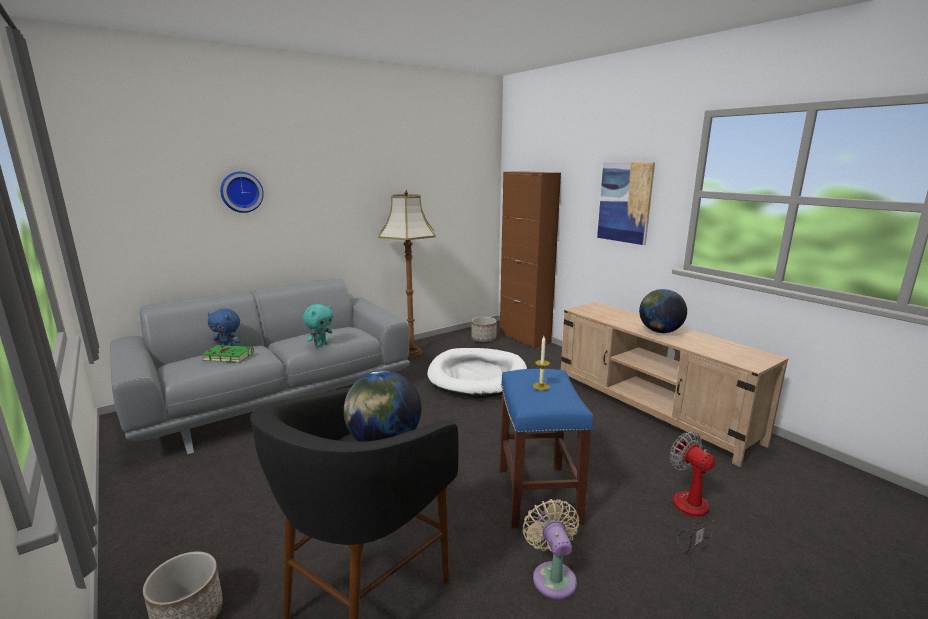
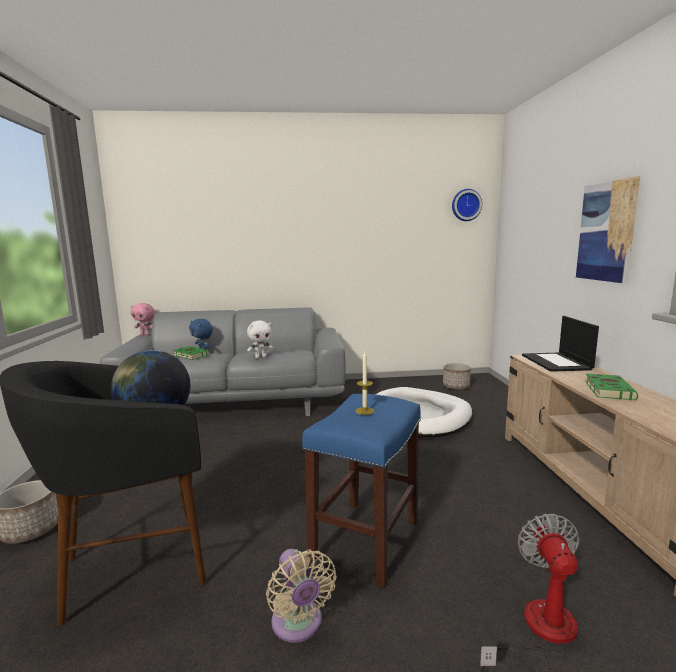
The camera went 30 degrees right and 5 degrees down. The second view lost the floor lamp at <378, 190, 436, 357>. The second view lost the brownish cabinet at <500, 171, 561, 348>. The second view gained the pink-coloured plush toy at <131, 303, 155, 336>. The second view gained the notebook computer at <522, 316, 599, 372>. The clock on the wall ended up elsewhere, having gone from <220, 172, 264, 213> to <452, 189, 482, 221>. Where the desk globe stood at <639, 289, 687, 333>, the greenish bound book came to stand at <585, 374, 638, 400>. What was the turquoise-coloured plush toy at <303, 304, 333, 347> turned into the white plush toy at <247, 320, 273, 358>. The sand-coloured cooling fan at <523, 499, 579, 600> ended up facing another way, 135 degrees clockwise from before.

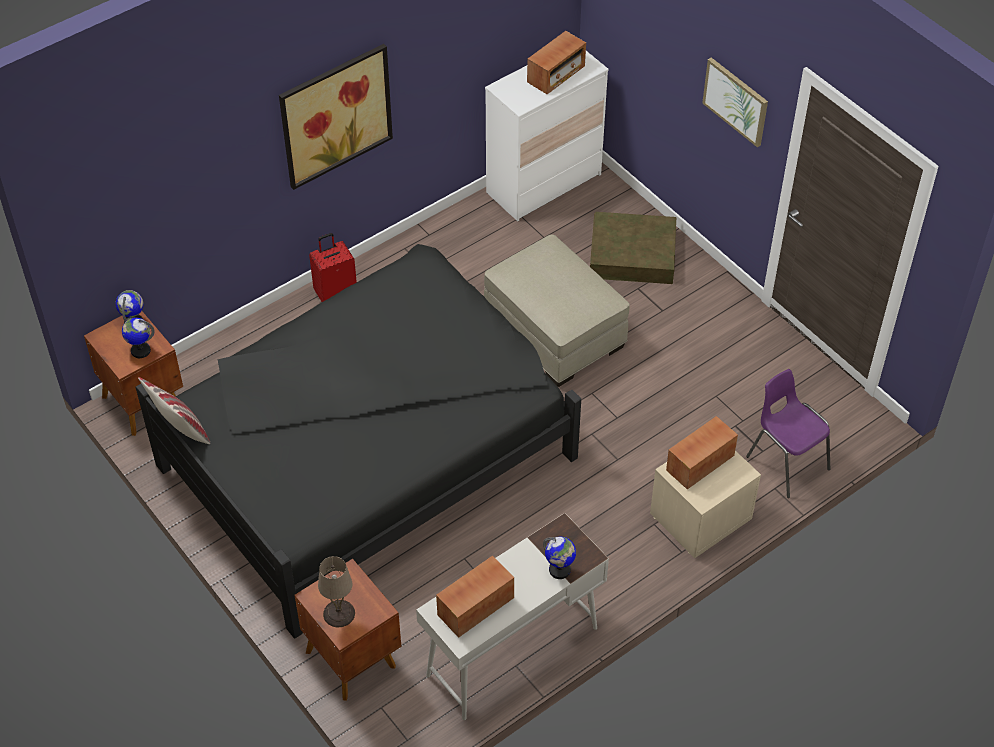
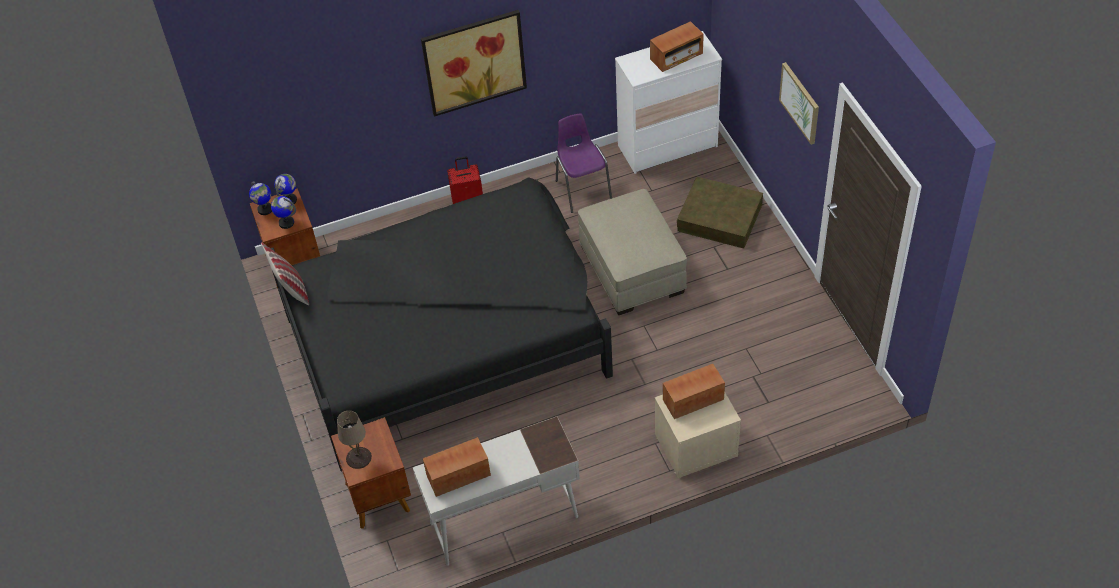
The camera went 20 degrees right and 0 degrees up. The desk globe ended up elsewhere, having gone from <543, 537, 576, 579> to <249, 181, 272, 215>. The purplish plain chair ended up elsewhere, having gone from <746, 369, 830, 498> to <556, 113, 612, 213>.

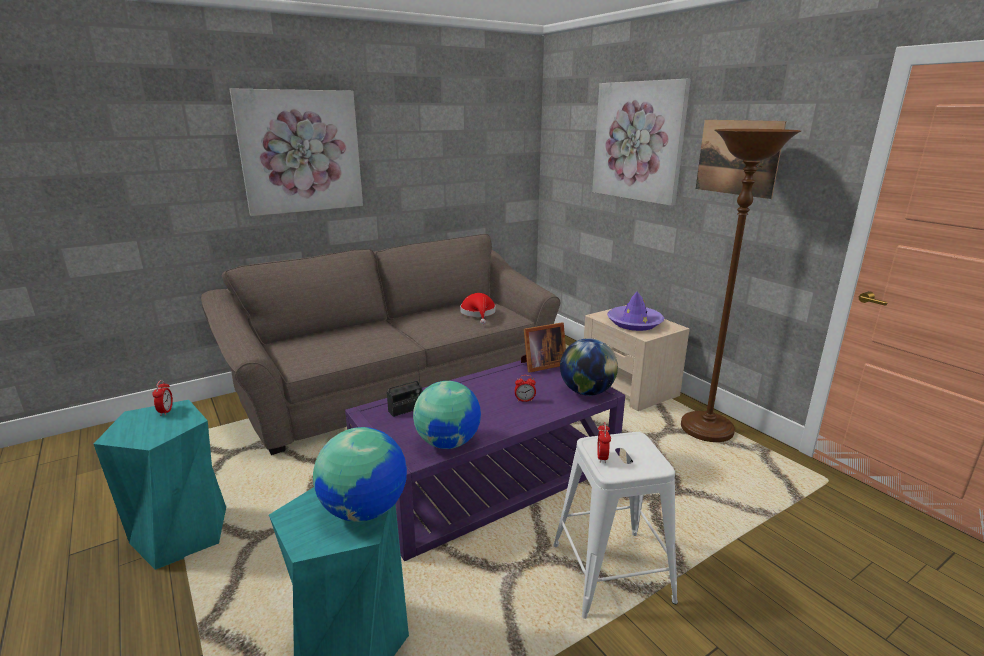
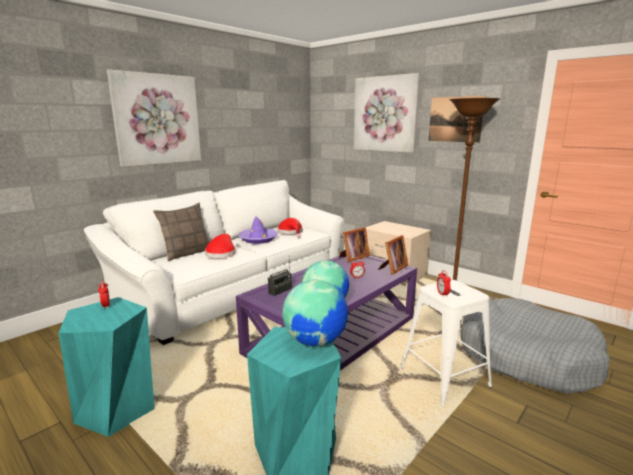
The camera went 15 degrees left and 5 degrees down. The second view gained the pillow at <153, 203, 209, 261>. The second view gained the reddish clothing hat at <205, 234, 236, 258>. The second view gained the gray pet bed at <460, 298, 610, 394>. The purplish clothing hat ended up elsewhere, having gone from <607, 292, 664, 331> to <238, 216, 278, 244>. Where the desk globe stood at <560, 338, 618, 396>, the photo frame came to stand at <378, 235, 408, 274>. What was the brownish settee at <201, 234, 560, 455> turned into the white settee at <84, 180, 344, 345>.

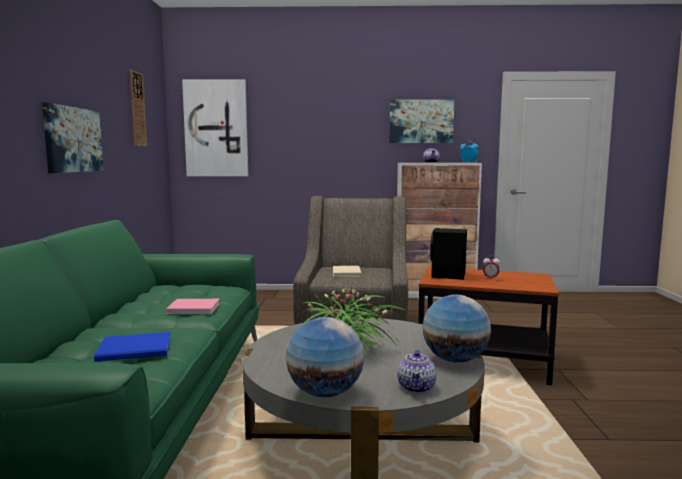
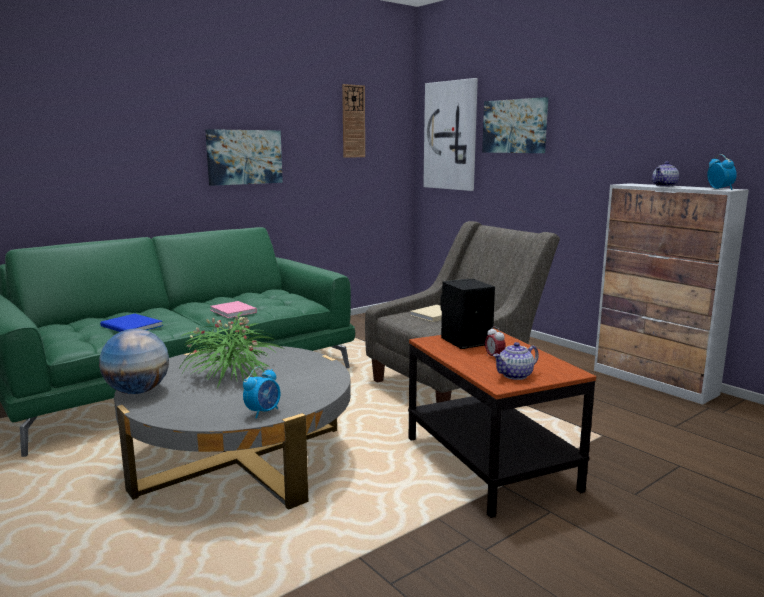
The camera went 50 degrees right and 5 degrees up. The picture ended up elsewhere, having gone from <389, 99, 454, 143> to <482, 97, 548, 153>. The teapot ended up elsewhere, having gone from <397, 350, 437, 393> to <493, 342, 539, 380>. Where the desk globe stood at <423, 294, 491, 362>, the bedside clock came to stand at <243, 367, 280, 419>.

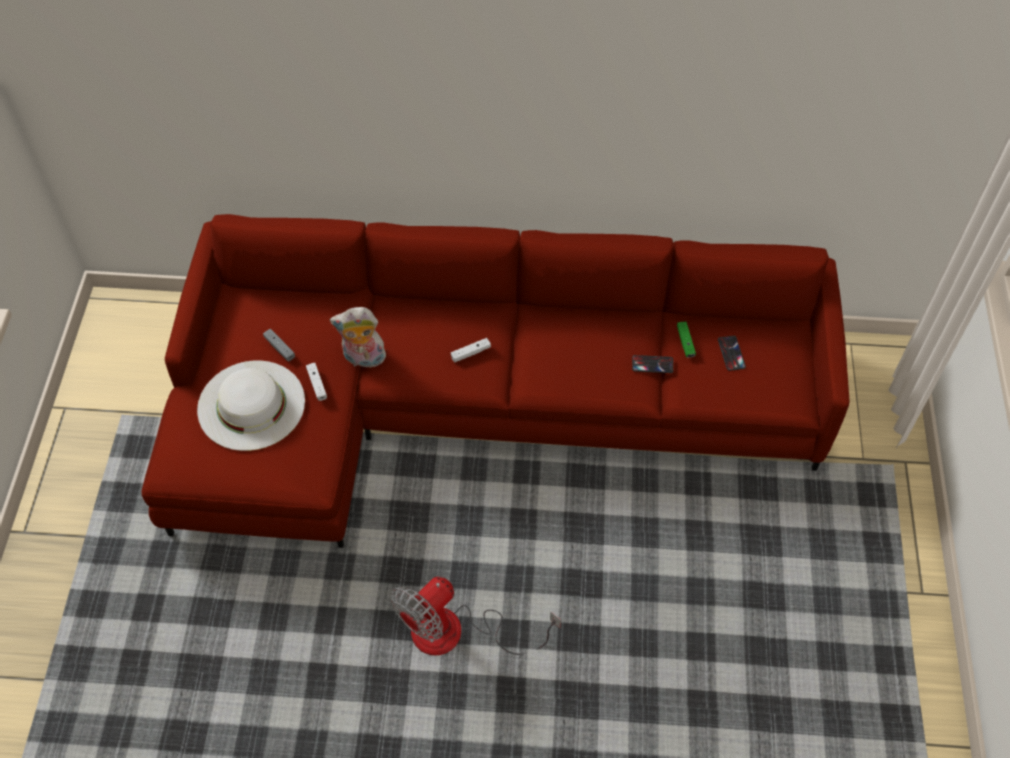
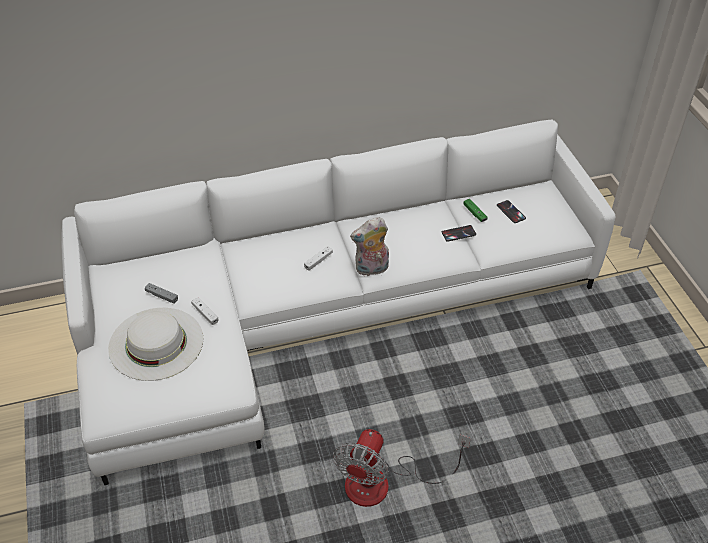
The camera went 20 degrees left and 10 degrees down. The plush toy ended up elsewhere, having gone from <330, 307, 386, 368> to <350, 217, 389, 276>. What was the reddish settee at <141, 214, 850, 548> turned into the white settee at <62, 120, 616, 485>.

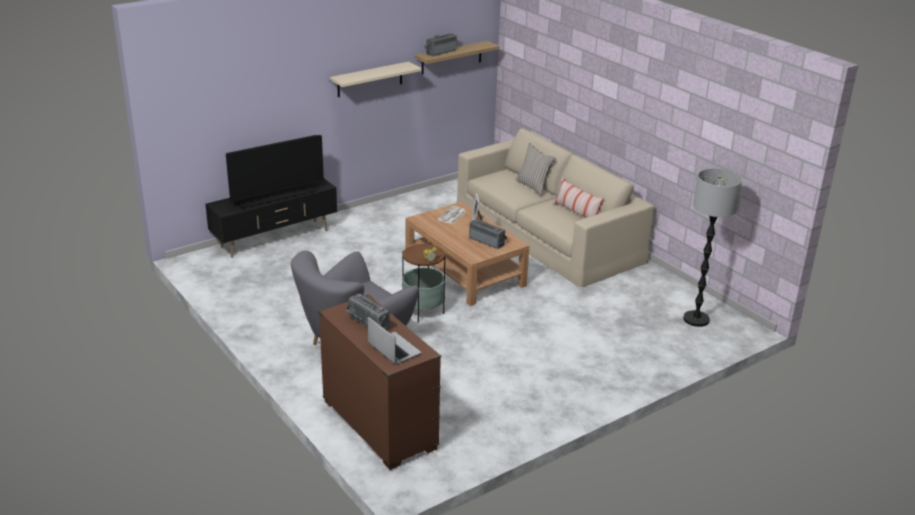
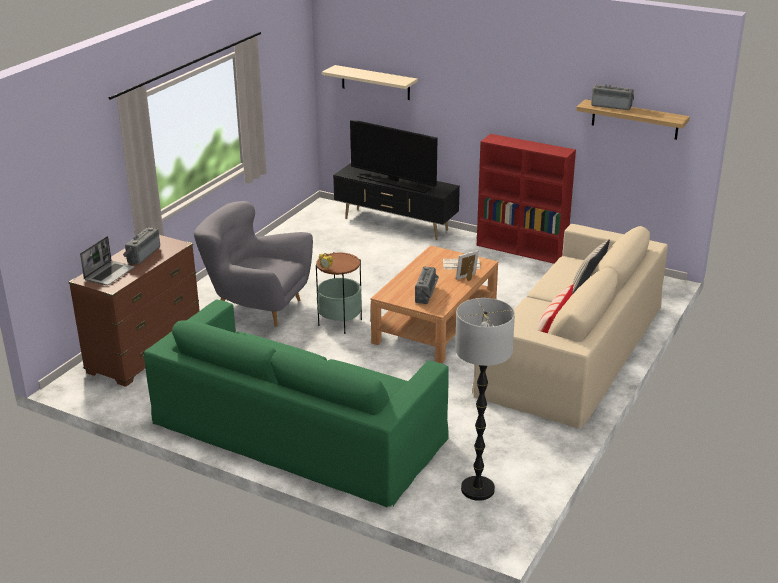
The camera went 65 degrees right and 0 degrees up. The second view gained the greenish settee at <144, 300, 449, 507>. The second view gained the reddish shelving unit at <477, 134, 576, 264>. The sand-coloured bracket shelf ended up elsewhere, having gone from <330, 62, 422, 97> to <322, 65, 418, 100>.

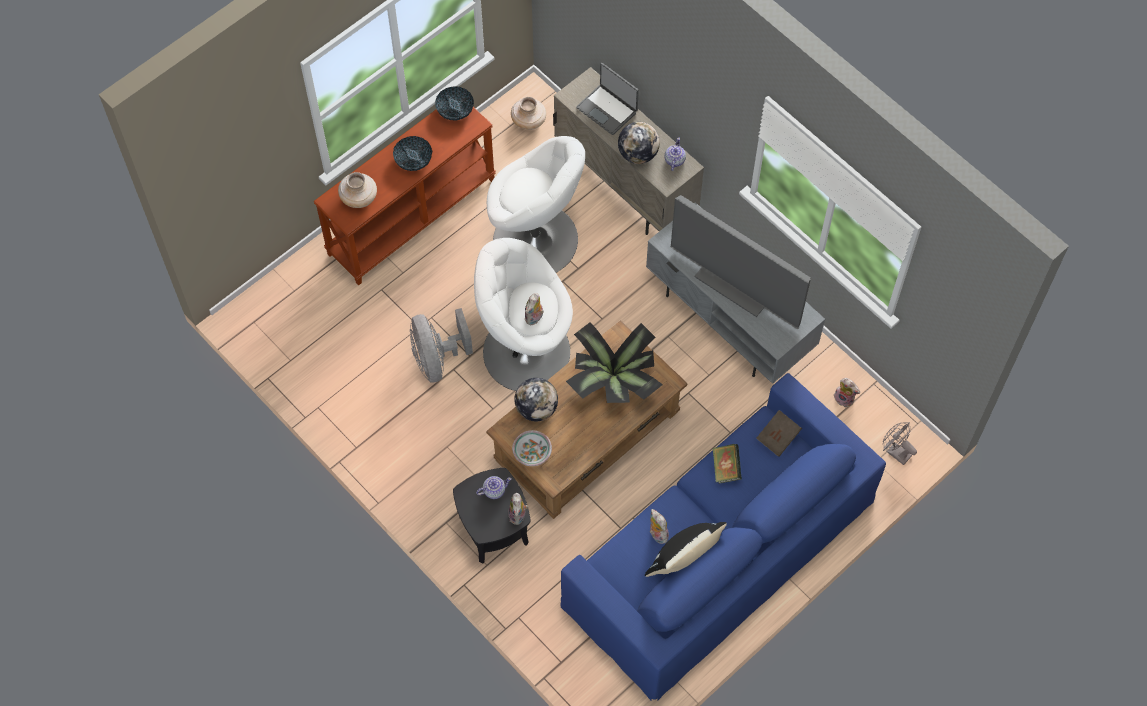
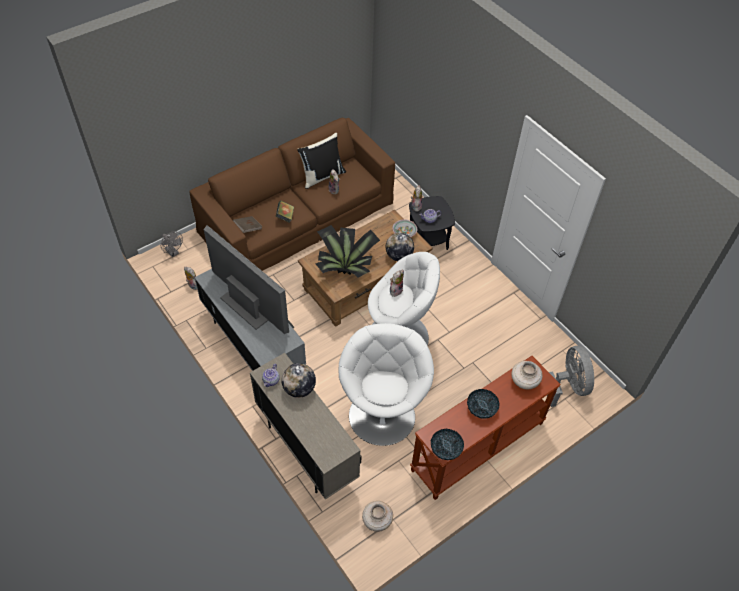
The camera went 175 degrees left and 10 degrees down. The second view lost the notebook computer at <576, 63, 639, 135>. The gray cooling fan ended up elsewhere, having gone from <410, 308, 473, 382> to <547, 346, 594, 407>. What was the bluish settee at <561, 373, 886, 701> turned into the brownish settee at <189, 118, 395, 271>. The white easy chair at <487, 136, 585, 273> ended up facing another way, 60 degrees clockwise from before.

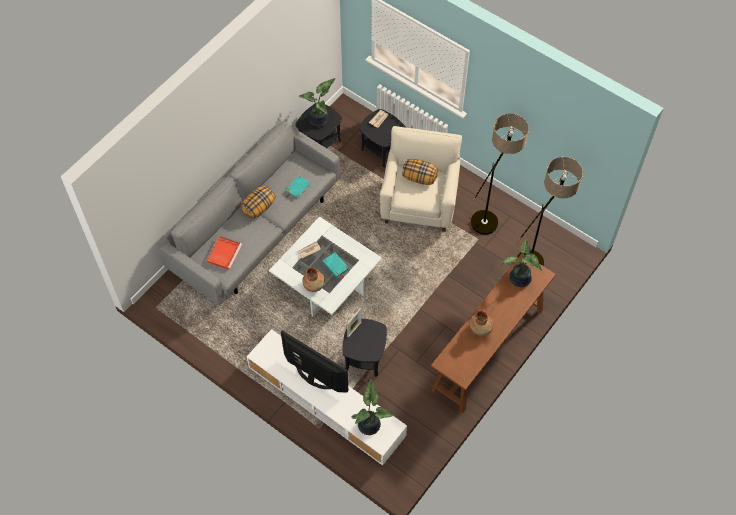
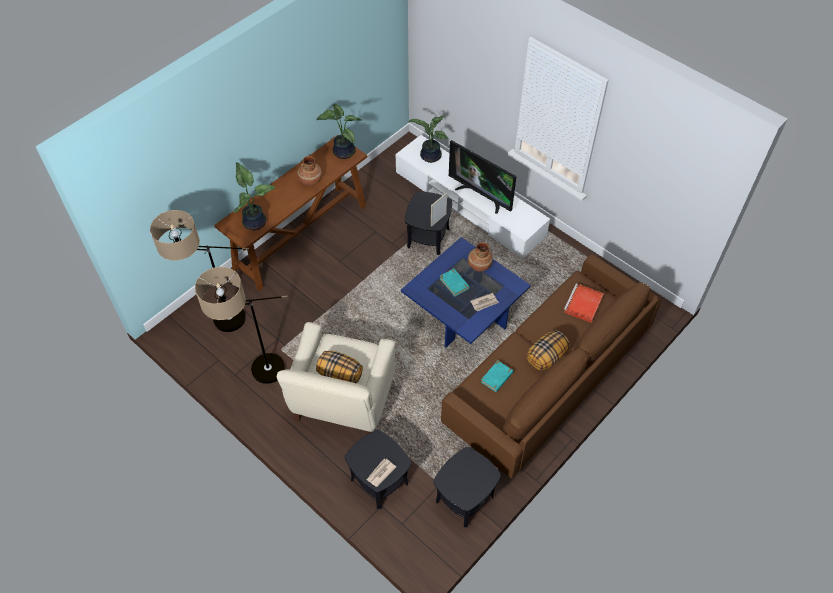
The camera went 175 degrees left and 5 degrees down. The houseplant ended up elsewhere, having gone from <299, 78, 336, 127> to <316, 104, 362, 159>. What was the gray settee at <160, 121, 340, 305> turned into the brownish settee at <441, 255, 661, 478>. What was the white coffee table at <269, 216, 382, 316> turned into the bluish coffee table at <401, 237, 531, 348>.

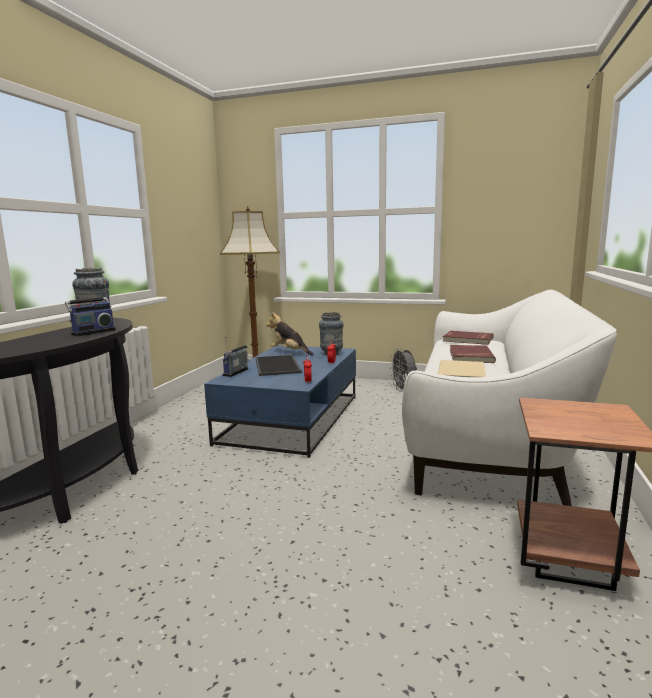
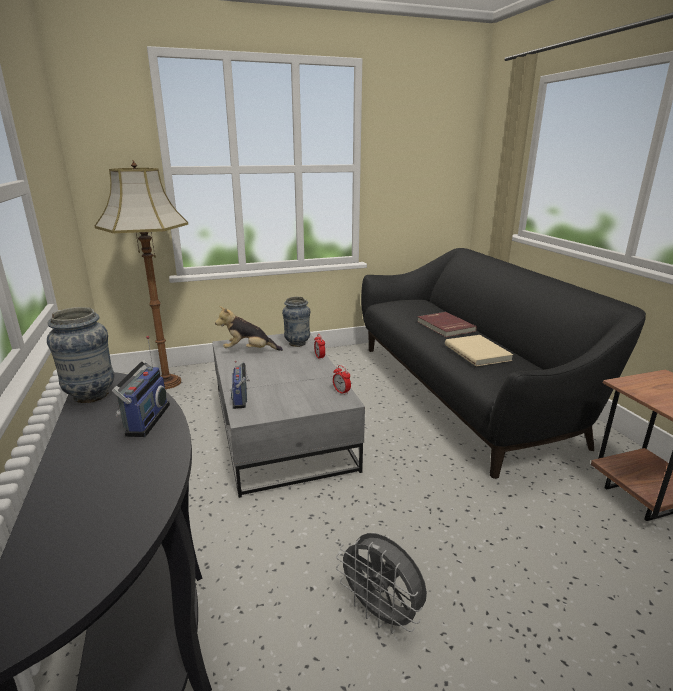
The camera went 35 degrees left and 10 degrees up. The second view lost the serving tray at <255, 355, 302, 376>. The second view lost the reddish bound book at <443, 331, 494, 345>. The gray cooling fan ended up elsewhere, having gone from <390, 348, 417, 390> to <336, 533, 427, 634>. What was the bluish coffee table at <204, 345, 356, 458> turned into the gray coffee table at <212, 334, 365, 498>. What was the white settee at <402, 290, 617, 506> turned into the black settee at <361, 248, 646, 479>.

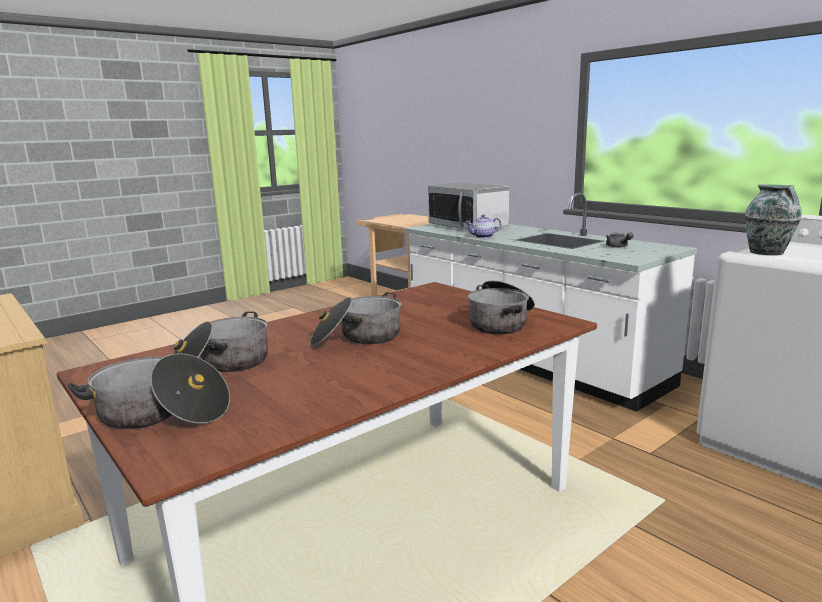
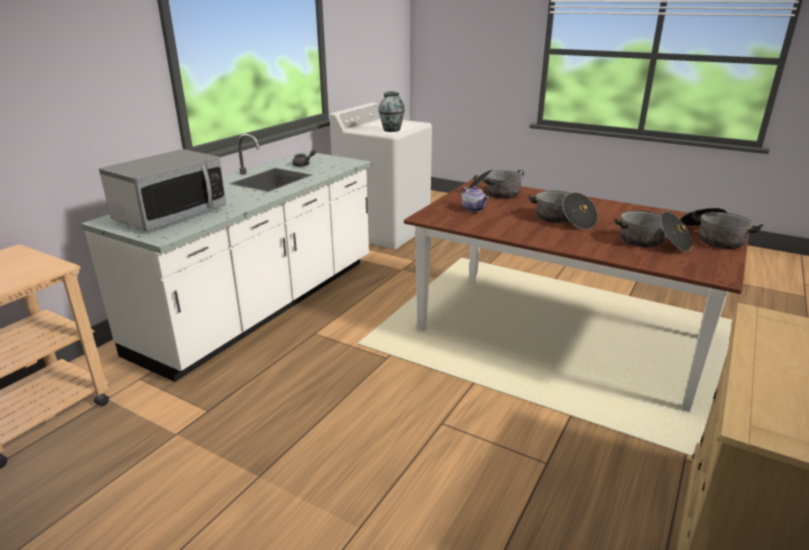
The camera went 110 degrees left and 10 degrees up. The teapot ended up elsewhere, having gone from <465, 214, 501, 238> to <460, 186, 489, 212>.

